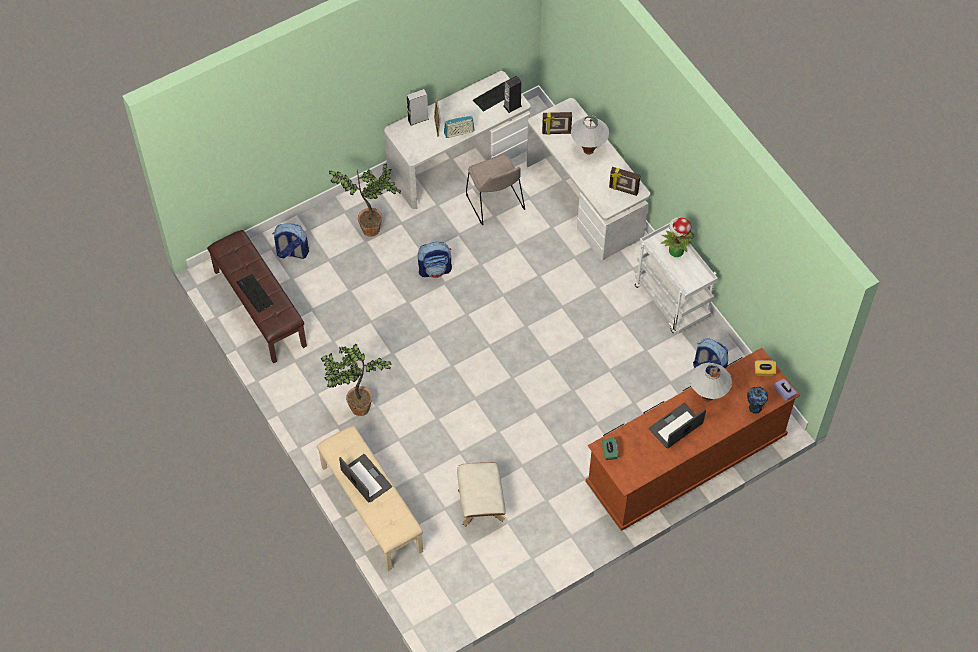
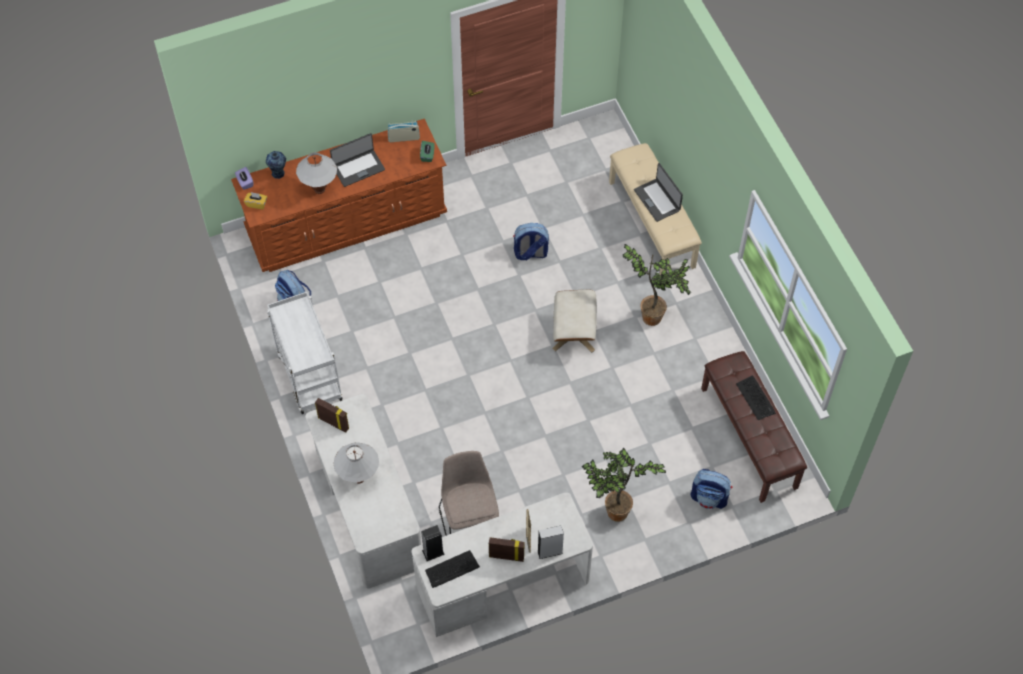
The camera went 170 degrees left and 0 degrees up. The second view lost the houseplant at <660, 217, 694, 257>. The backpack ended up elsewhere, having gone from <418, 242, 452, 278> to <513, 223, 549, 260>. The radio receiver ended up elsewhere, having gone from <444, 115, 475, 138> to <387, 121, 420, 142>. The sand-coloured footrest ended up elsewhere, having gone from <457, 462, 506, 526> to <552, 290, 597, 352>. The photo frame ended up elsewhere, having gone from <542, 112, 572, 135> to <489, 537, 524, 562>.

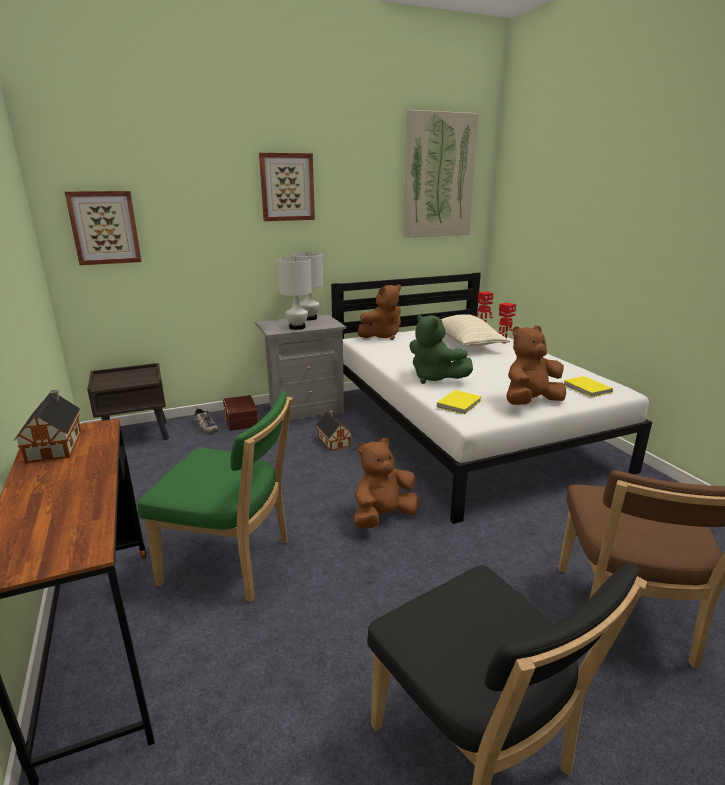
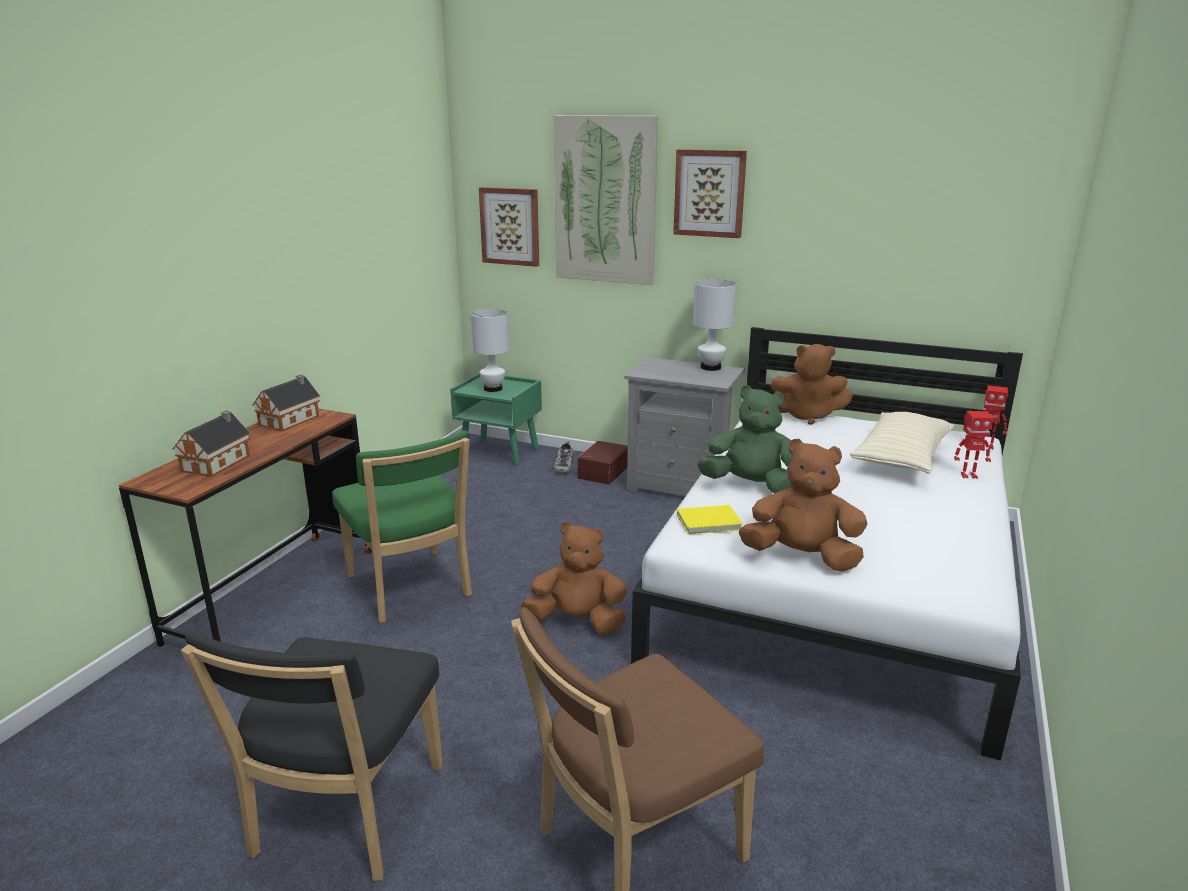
The camera went 45 degrees right and 0 degrees up. The second view lost the yellow bound book at <563, 376, 613, 397>. The white table lamp ended up elsewhere, having gone from <277, 257, 312, 330> to <471, 309, 510, 392>. The miniature house ended up elsewhere, having gone from <316, 410, 352, 451> to <173, 411, 250, 477>. The picture ended up elsewhere, having gone from <403, 110, 479, 238> to <553, 115, 658, 285>. What was the brownish nightstand at <87, 363, 169, 440> turned into the greenish nightstand at <450, 372, 542, 465>. The greenish plush toy at <409, 314, 473, 384> ended up facing another way, 105 degrees clockwise from before.

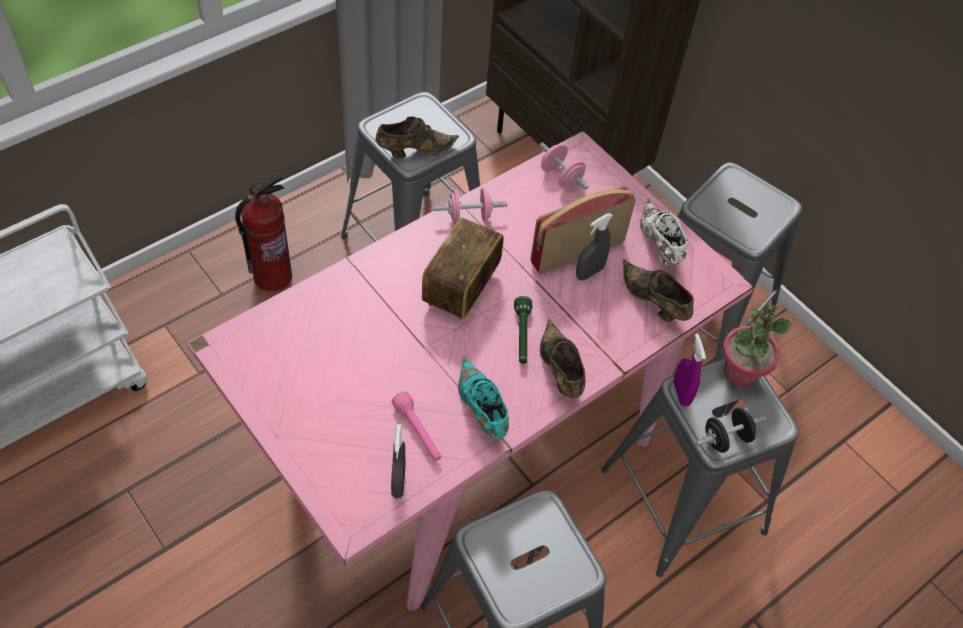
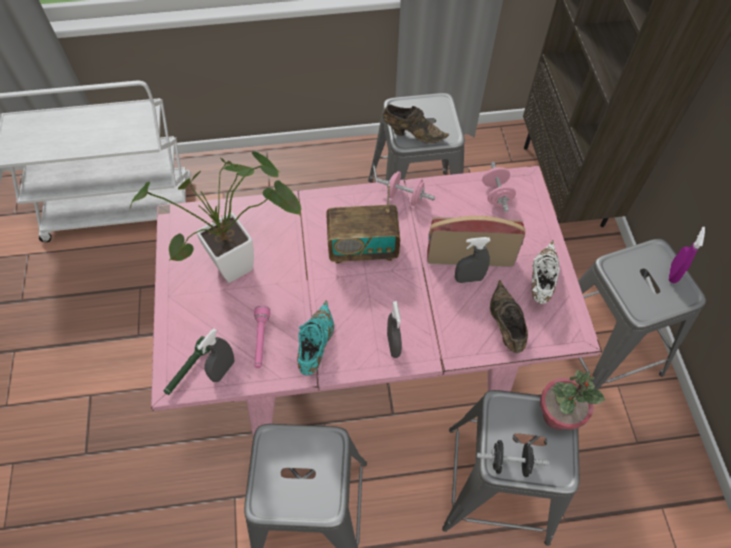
The camera went 35 degrees right and 5 degrees up. The second view lost the extinguisher at <235, 173, 292, 292>. The second view gained the houseplant at <130, 152, 301, 283>. The greenish flashlight ended up elsewhere, having gone from <514, 296, 532, 364> to <163, 336, 211, 395>. The purplish spray bottle ended up elsewhere, having gone from <673, 333, 706, 407> to <668, 227, 705, 283>. Where the brownish low shoe stood at <540, 318, 585, 398>, the gray spray bottle came to stand at <387, 301, 402, 358>. The radio receiver at <422, 217, 504, 320> ended up facing another way, 150 degrees counterclockwise from before.

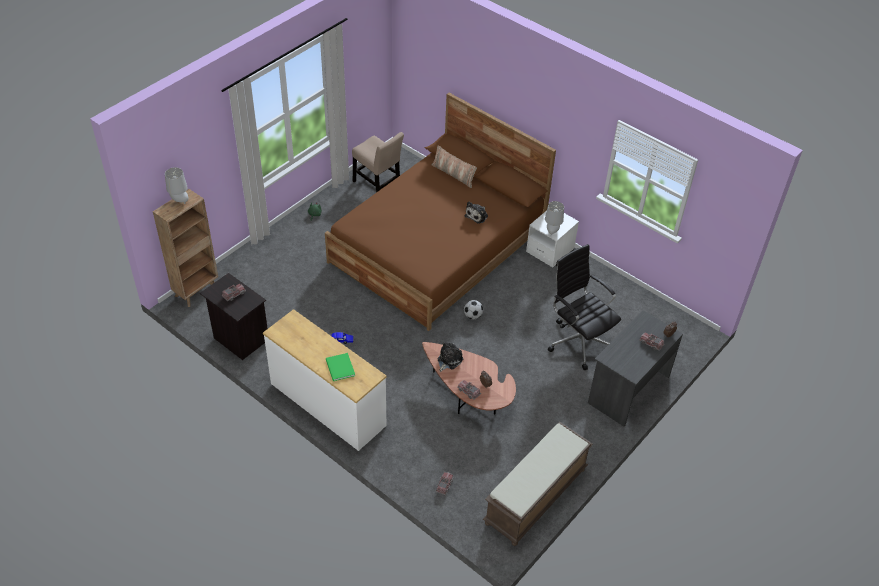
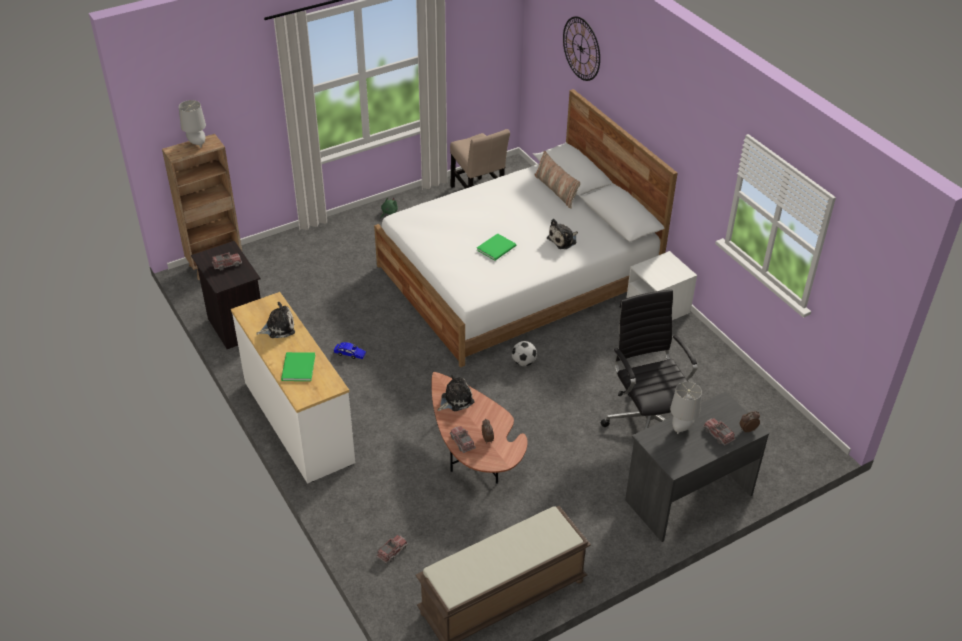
The camera went 20 degrees right and 5 degrees down. The second view gained the plush toy at <256, 302, 295, 338>. The second view gained the greenish bound book at <477, 233, 516, 261>. The second view gained the clock on the wall at <563, 16, 600, 81>. The gray table lamp ended up elsewhere, having gone from <545, 201, 564, 236> to <670, 382, 702, 434>. What was the brownish bedroom bed at <325, 93, 556, 331> turned into the white bedroom bed at <374, 89, 677, 368>.

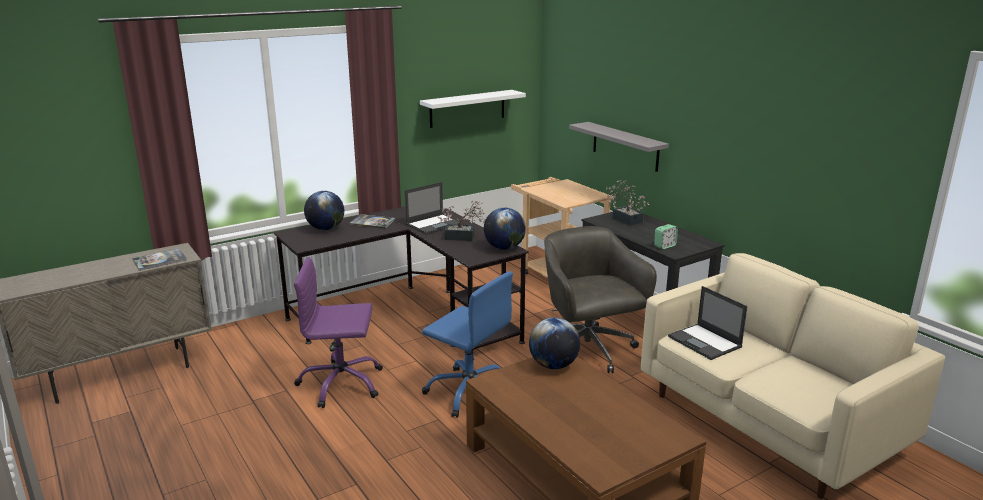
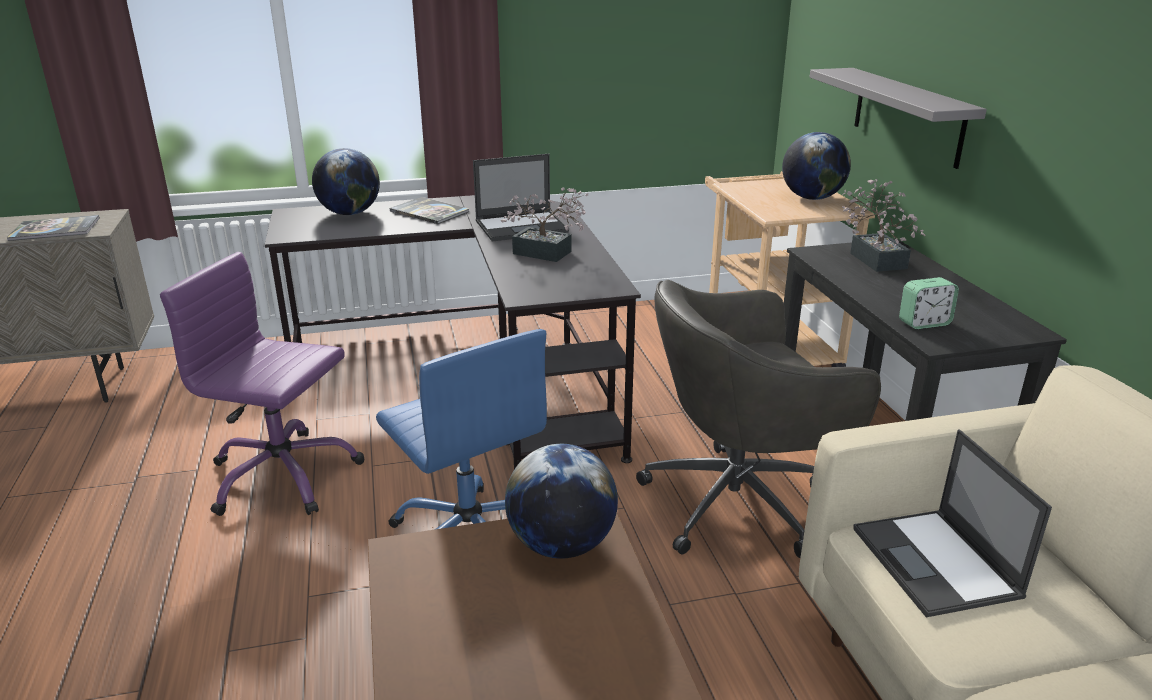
The camera went 20 degrees right and 5 degrees up. The second view lost the white bracket shelf at <420, 90, 526, 128>. The desk globe ended up elsewhere, having gone from <484, 208, 526, 250> to <782, 132, 851, 200>. The gray office chair at <544, 226, 657, 373> ended up facing another way, 105 degrees counterclockwise from before.

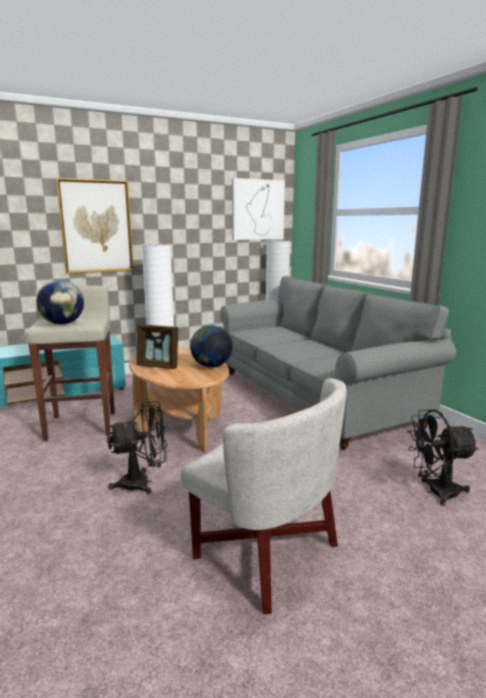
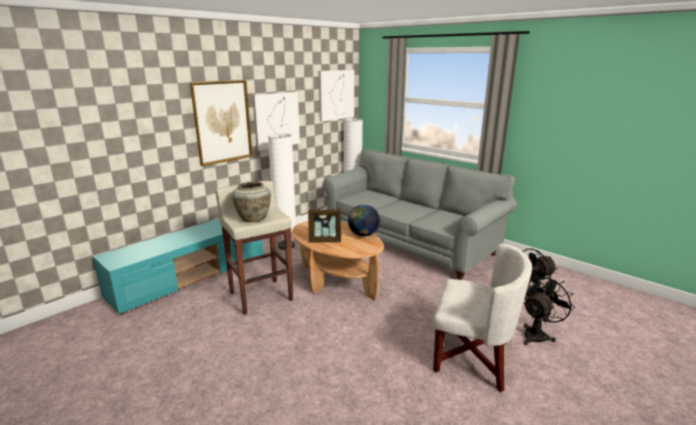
The camera went 20 degrees left and 5 degrees up. The second view gained the picture at <252, 92, 300, 151>. The black cooling fan ended up elsewhere, having gone from <107, 401, 167, 494> to <524, 274, 575, 345>. Where the desk globe stood at <36, 280, 84, 324>, the sand-coloured decorative vase came to stand at <232, 181, 271, 222>.

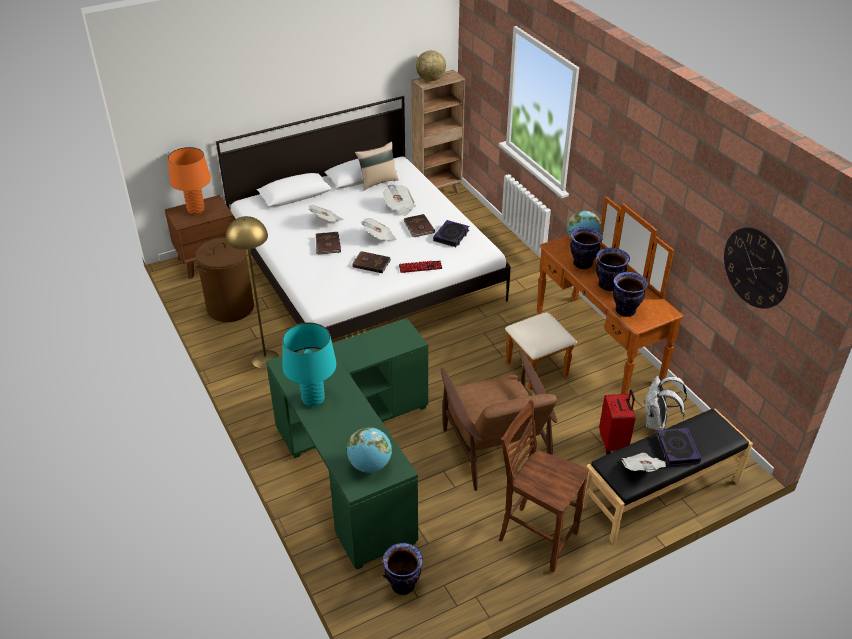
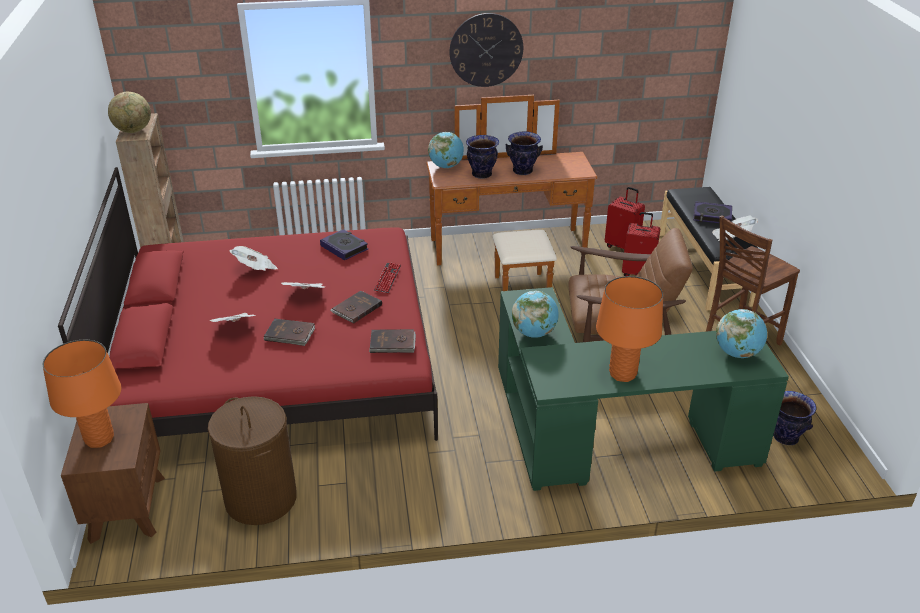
The camera went 70 degrees left and 5 degrees down. The second view lost the yellow floor lamp at <226, 216, 279, 369>. The second view lost the sand-coloured pillow at <355, 142, 399, 191>. The second view lost the decorative vase at <613, 272, 648, 317>. The second view gained the desk globe at <512, 291, 559, 338>. The brownish bound book ended up elsewhere, having gone from <404, 214, 435, 237> to <369, 329, 416, 353>. The clock on the wall ended up elsewhere, having gone from <724, 227, 789, 309> to <449, 13, 523, 87>. Where the white backpack stood at <644, 376, 687, 430>, the reddish suitcase came to stand at <605, 187, 645, 249>. What was the white bedroom bed at <216, 96, 511, 340> turned into the reddish bedroom bed at <58, 167, 438, 441>. What was the turquoise-coloured table lamp at <283, 323, 337, 407> turned into the orange table lamp at <596, 276, 663, 382>.

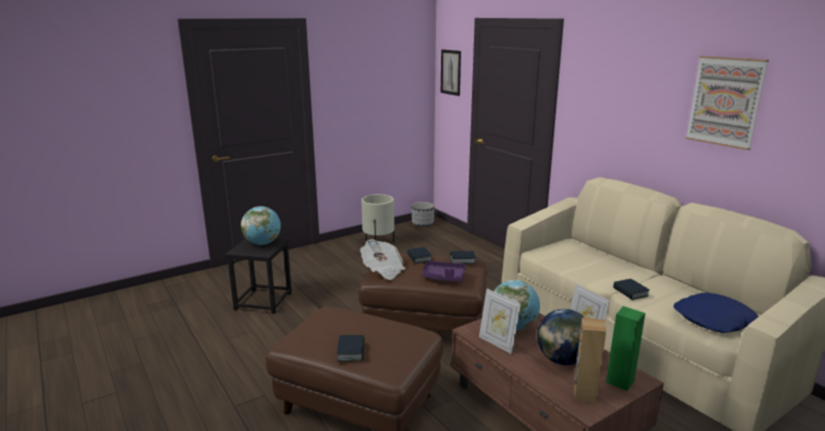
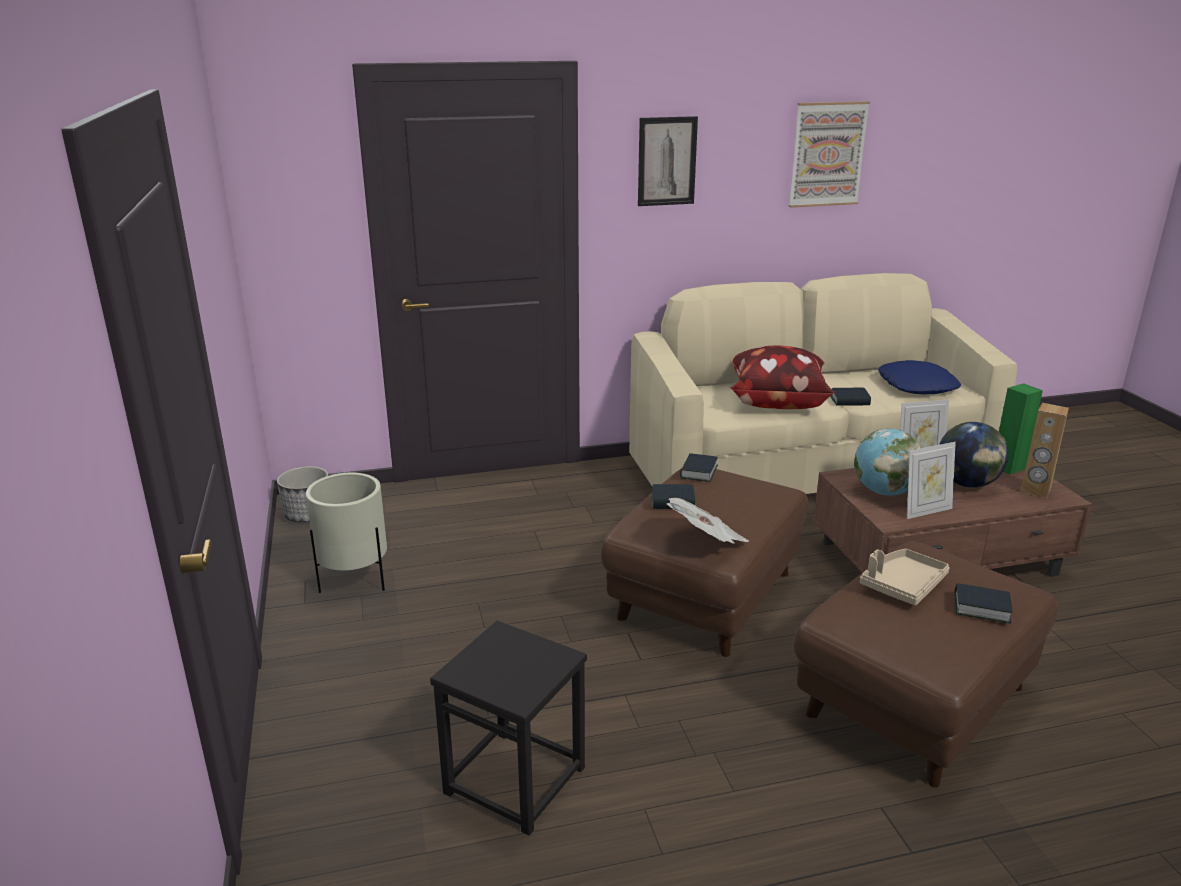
The camera went 70 degrees left and 5 degrees up. The second view lost the desk globe at <241, 206, 281, 245>. The second view lost the purplish serving tray at <422, 261, 466, 282>. The second view gained the pillow at <729, 346, 834, 409>. The second view gained the sand-coloured serving tray at <860, 549, 950, 605>. The picture ended up elsewhere, having gone from <441, 49, 461, 96> to <638, 116, 698, 206>.

